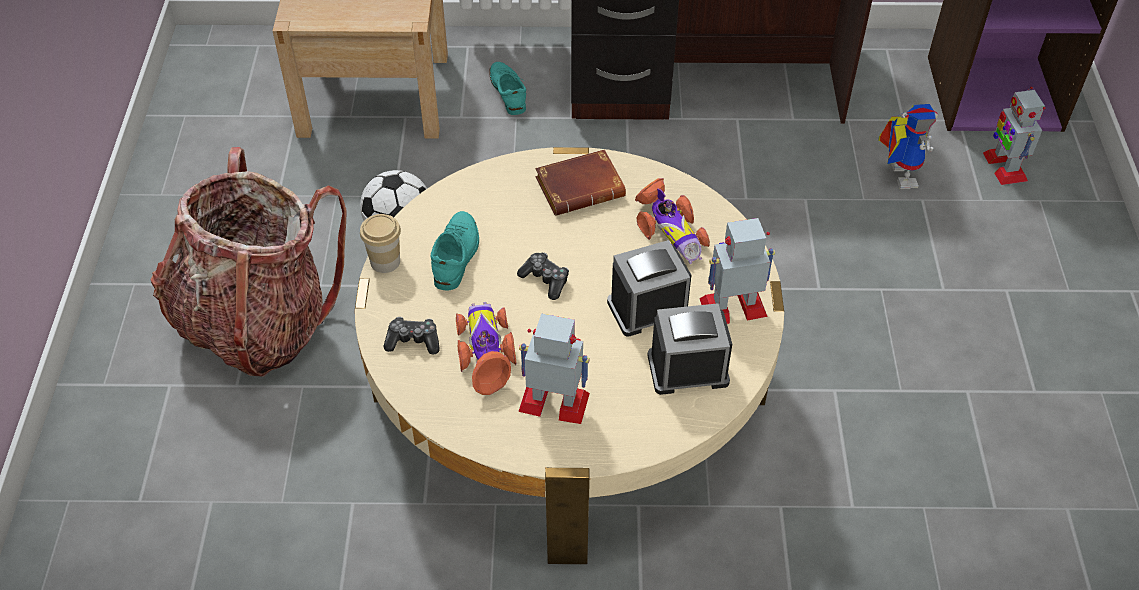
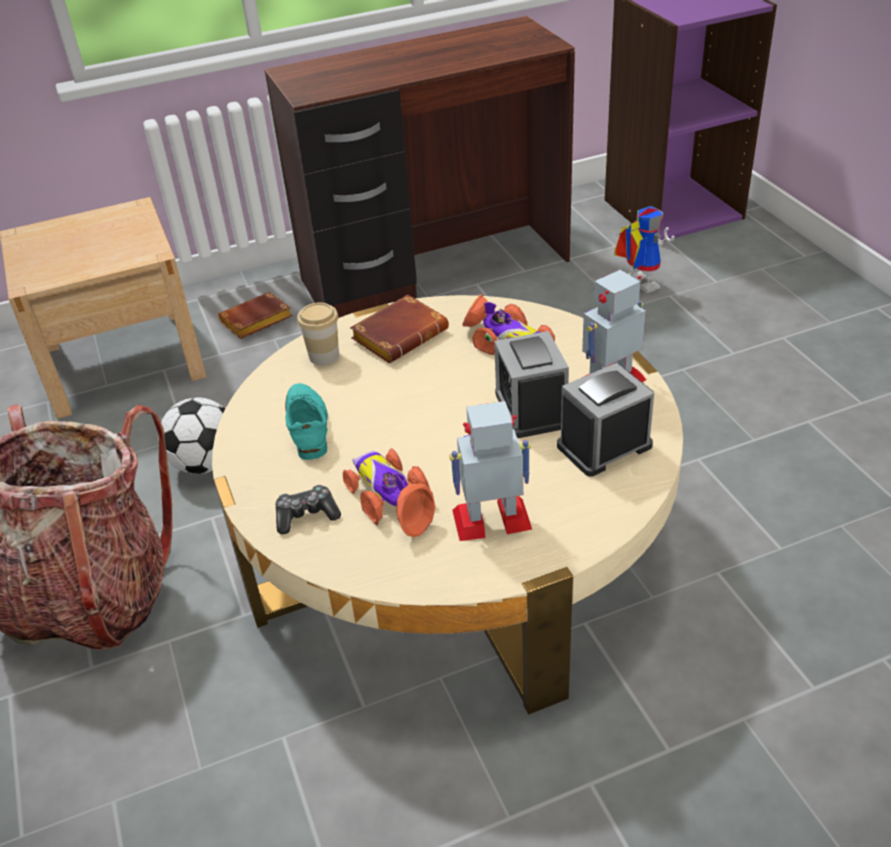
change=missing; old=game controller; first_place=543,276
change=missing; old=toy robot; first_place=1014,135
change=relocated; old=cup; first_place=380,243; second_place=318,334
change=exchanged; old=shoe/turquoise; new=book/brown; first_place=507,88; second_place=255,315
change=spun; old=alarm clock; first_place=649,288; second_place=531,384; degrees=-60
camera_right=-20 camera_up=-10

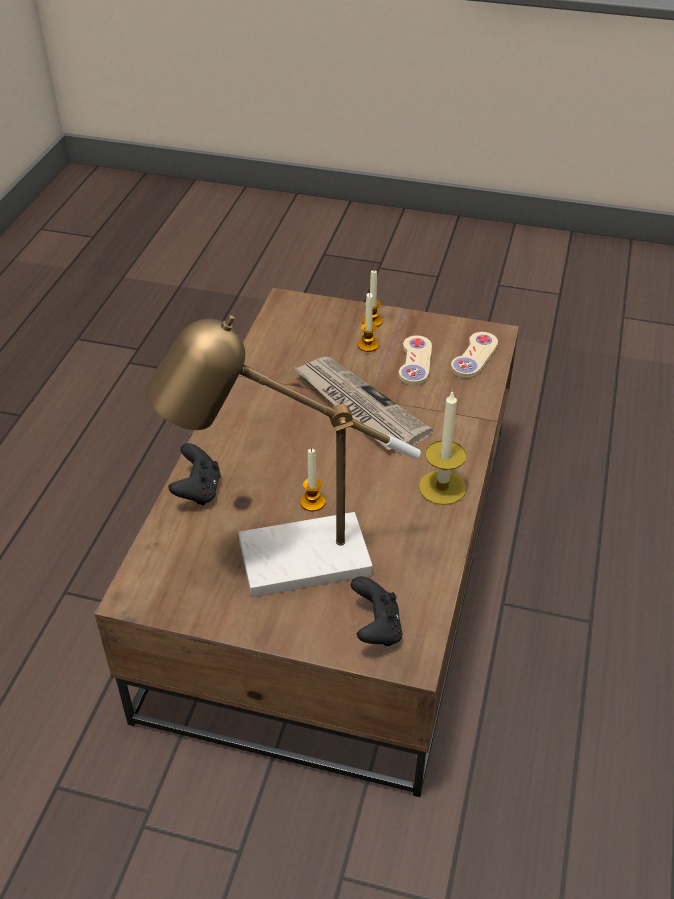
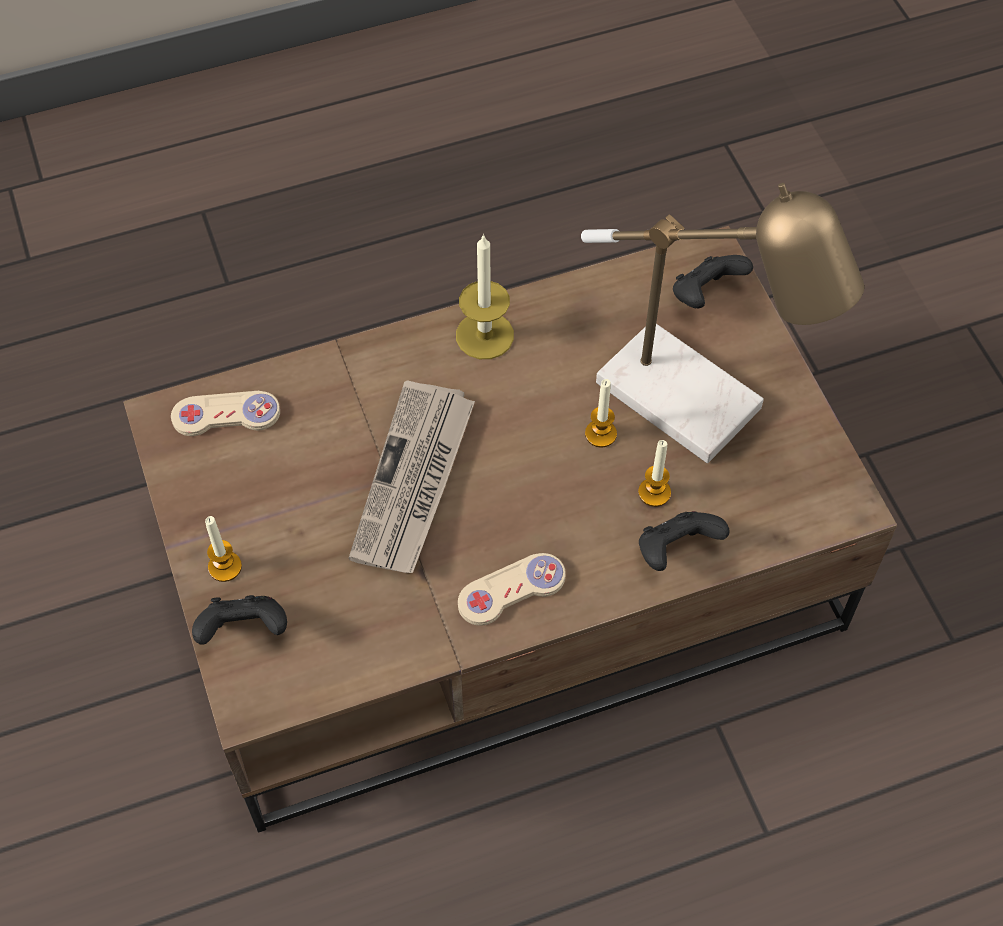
change=appeared; new=game controller/black; second_place=239,620
change=relocated; old=candle; first_place=368,322; second_place=654,473
change=relocated; old=game controller/beige; first_place=415,360; second_place=512,589
camera_right=-125 camera_up=15

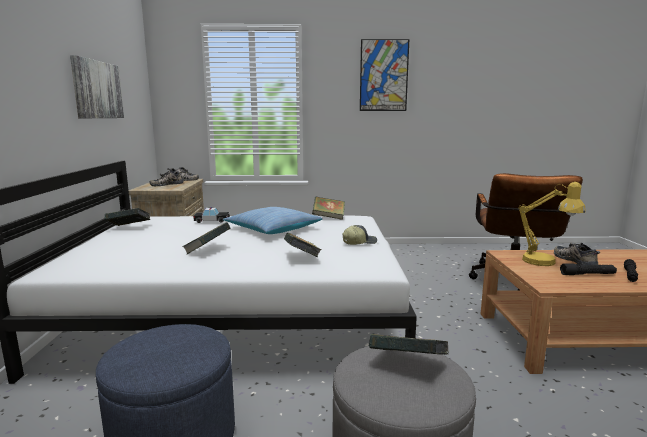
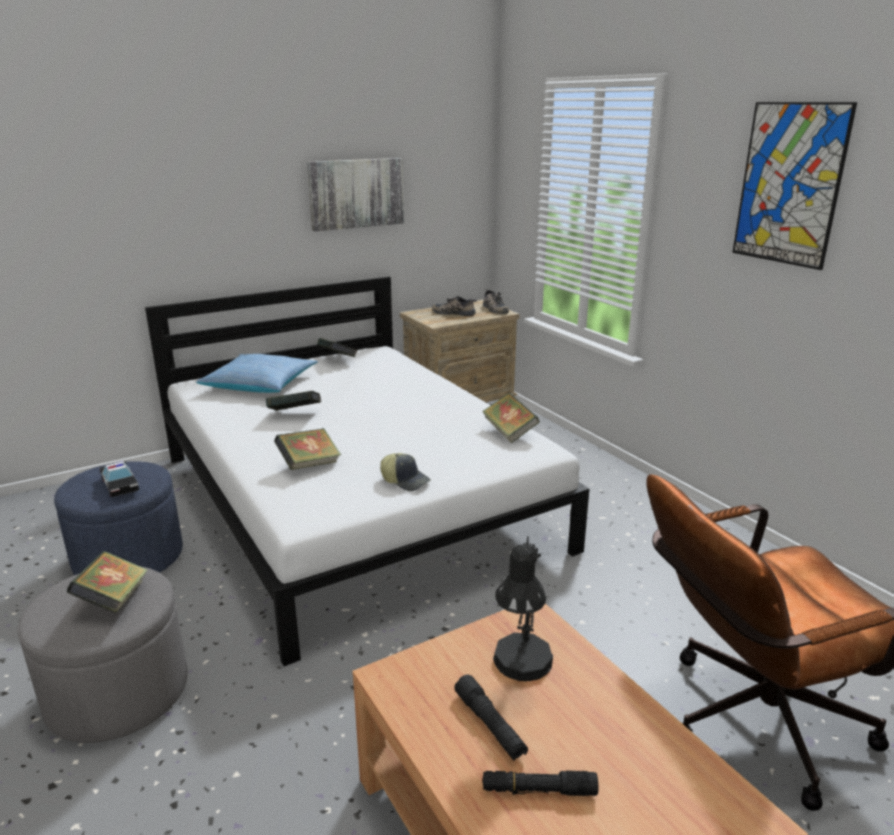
change=missing; old=shoe; first_place=577,254
change=relocated; old=toy car; first_place=211,215; second_place=119,479
change=relocated; old=pillow; first_place=273,220; second_place=257,373
change=colour; old=table lamp/yellow; new=table lamp/black; first_place=552,224; second_place=523,608
camera_right=60 camera_up=10

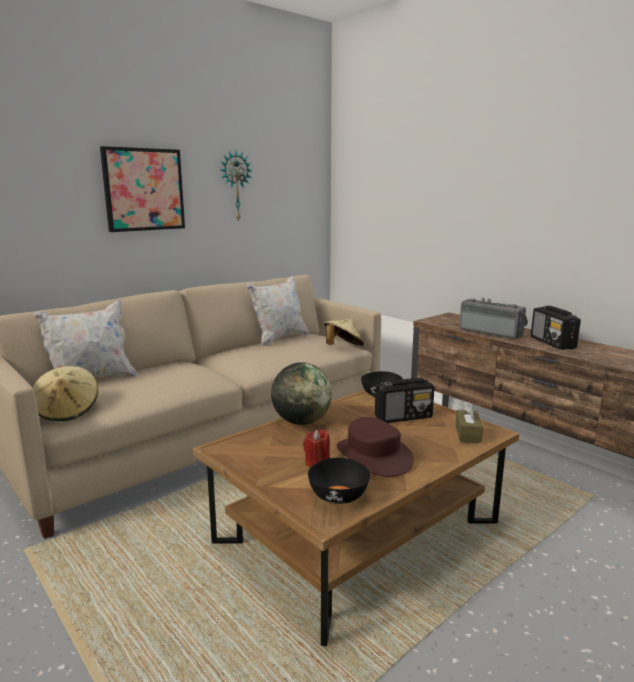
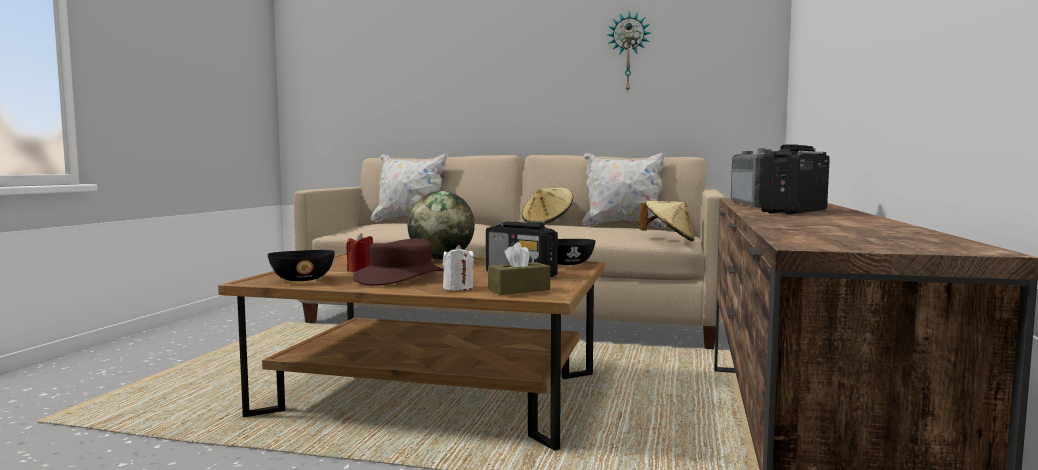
change=missing; old=picture; first_place=142,189
change=appeared; new=candle/white; second_place=458,268
change=relocated; old=hat/beige; first_place=65,393; second_place=547,206
camera_right=55 camera_up=-10

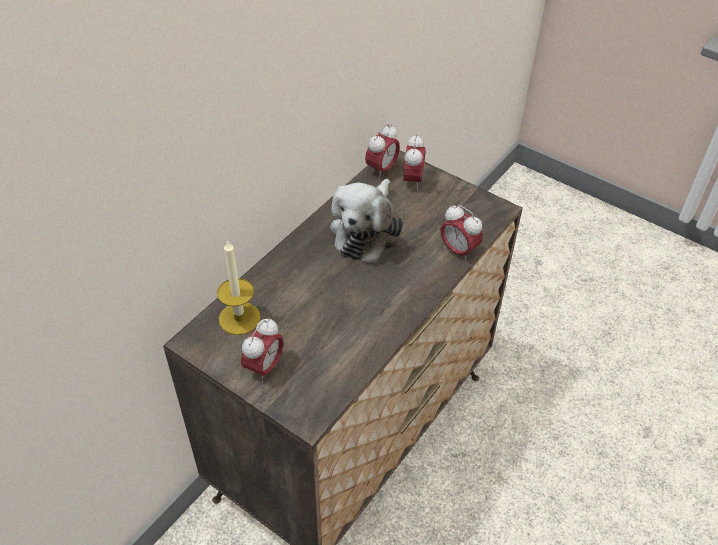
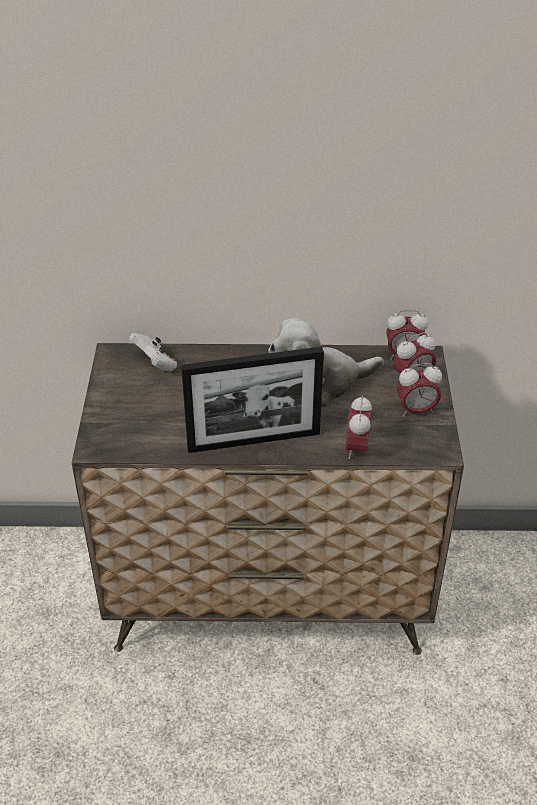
change=appeared; new=picture frame; second_place=252,400
change=relocated; old=alarm clock; first_place=262,350; second_place=419,389
change=exchanged; old=candle; new=game controller/white; first_place=239,287; second_place=153,352
camera_right=55 camera_up=-5

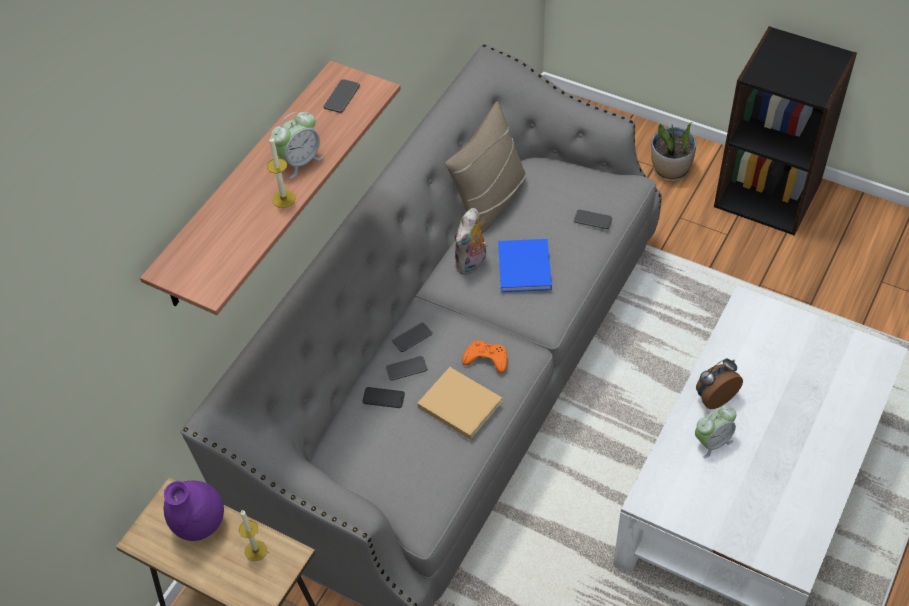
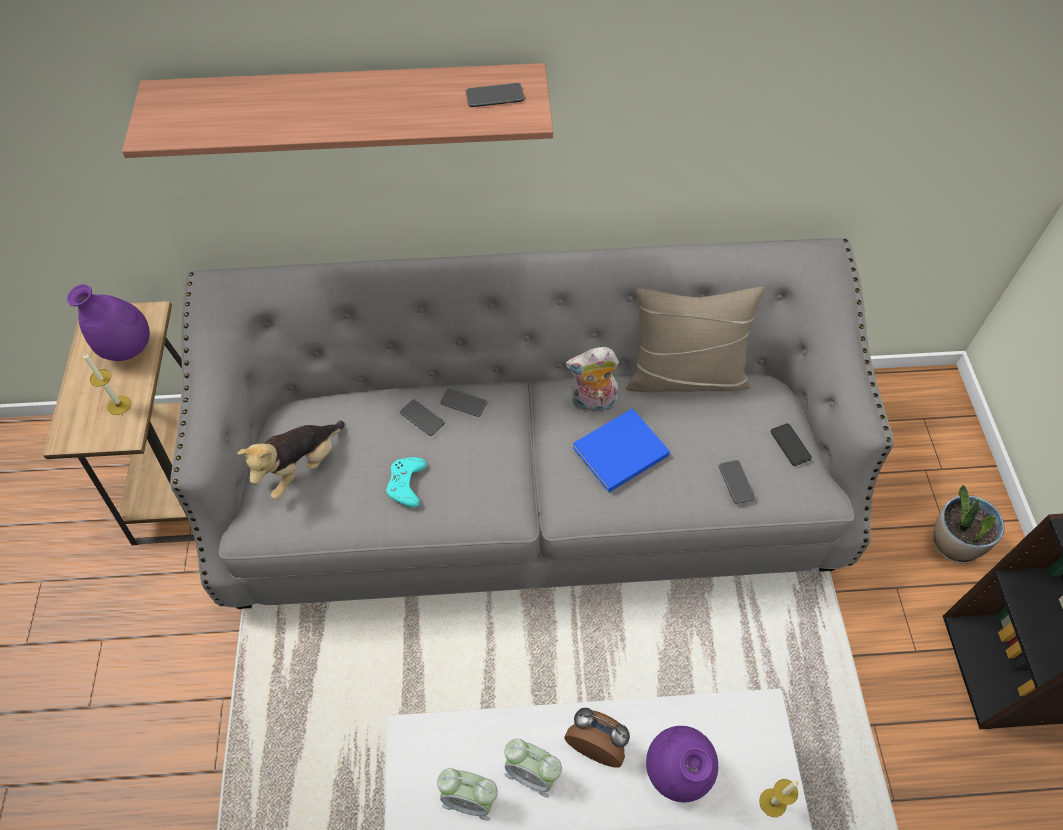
change=missing; old=game controller/orange; first_place=484,357
change=appeared; new=plush toy; second_place=291,460
change=appeared; new=vase/purple; second_place=682,764
change=relocated; old=candle; first_place=281,172; second_place=779,798
change=relocated; old=alarm clock; first_place=297,145; second_place=467,794
change=relocated; old=phone; first_place=383,397; second_place=791,445
change=exchanged; old=book/beige; new=game controller/turquoise; first_place=459,403; second_place=406,482
camera_right=55 camera_up=5

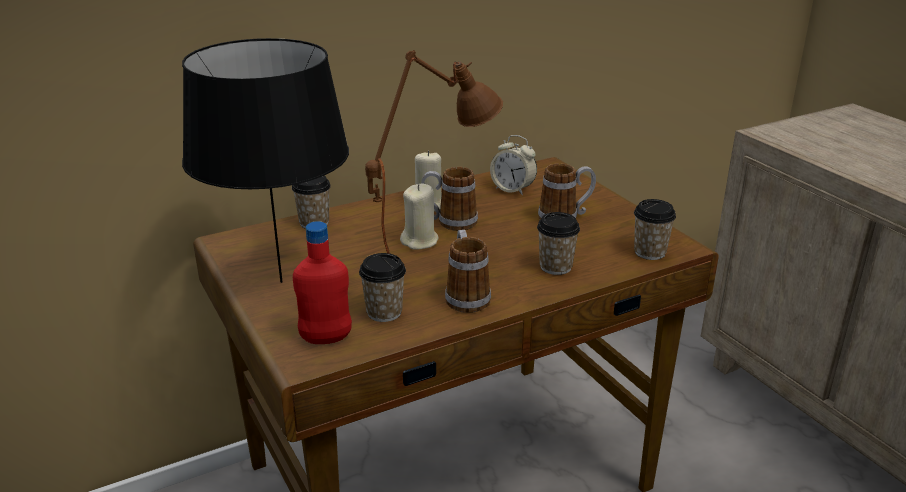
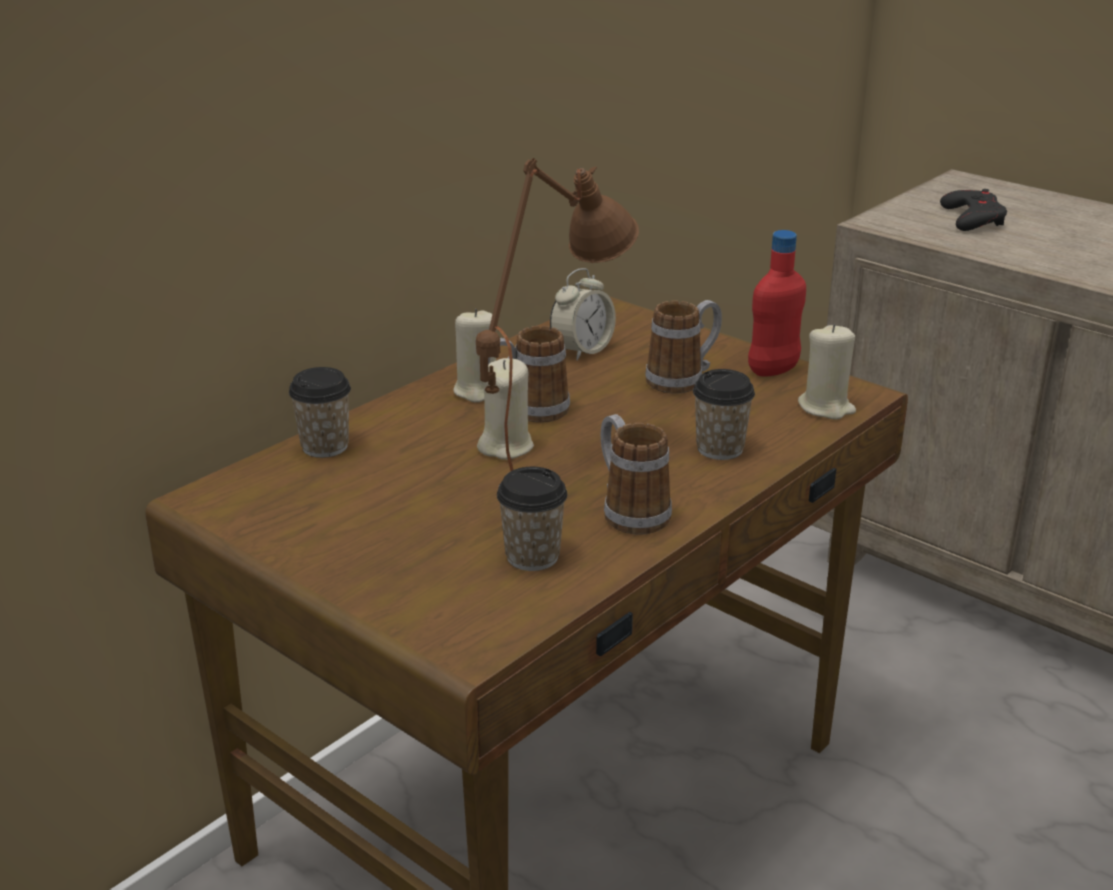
change=missing; old=table lamp/black; first_place=265,160
change=appeared; new=game controller/black; second_place=973,210
change=relocated; old=bottle/red; first_place=322,282; second_place=777,303
change=exchanged; old=cup; new=candle/beige; first_place=655,229; second_place=827,372
change=spun; old=alarm clock; first_place=513,165; second_place=583,314; degrees=-60
camera_right=-20 camera_up=0

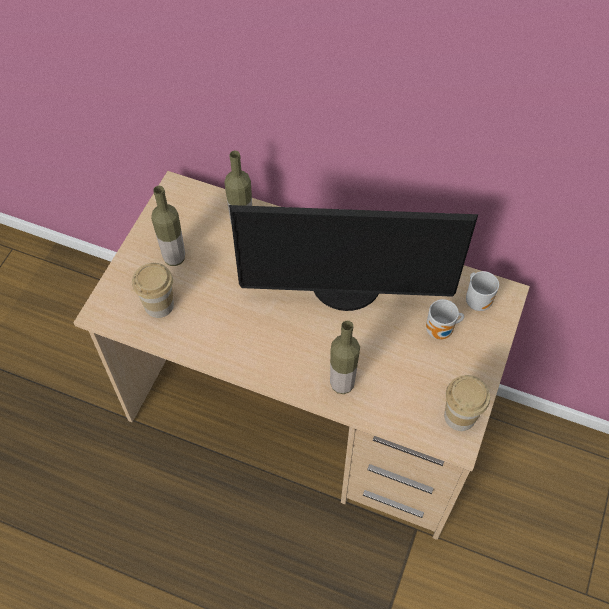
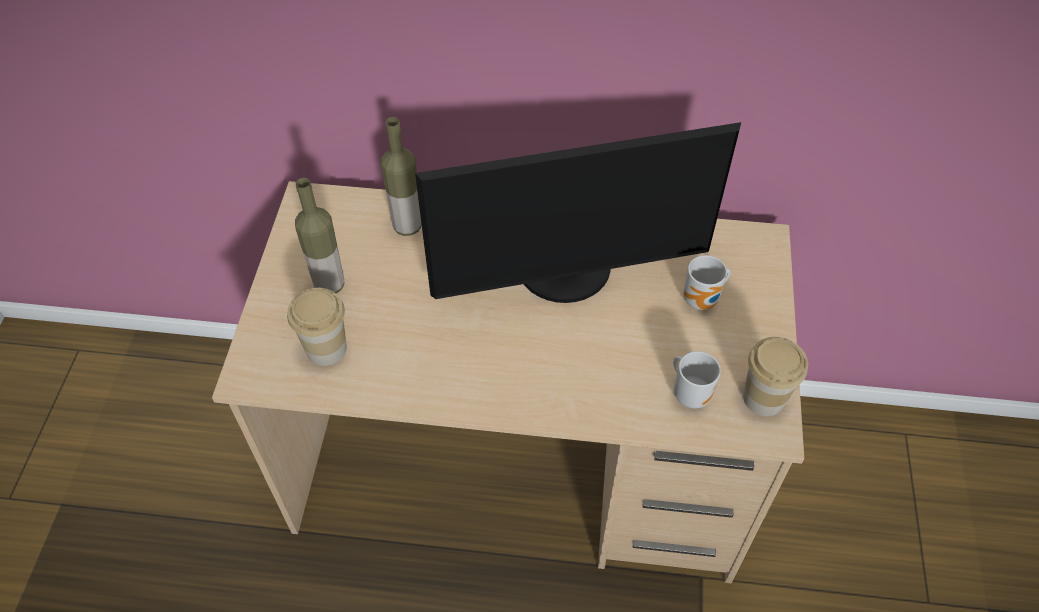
change=missing; old=bottle; first_place=345,357
change=relocated; old=mug; first_place=482,291; second_place=697,380
camera_right=-15 camera_up=-5

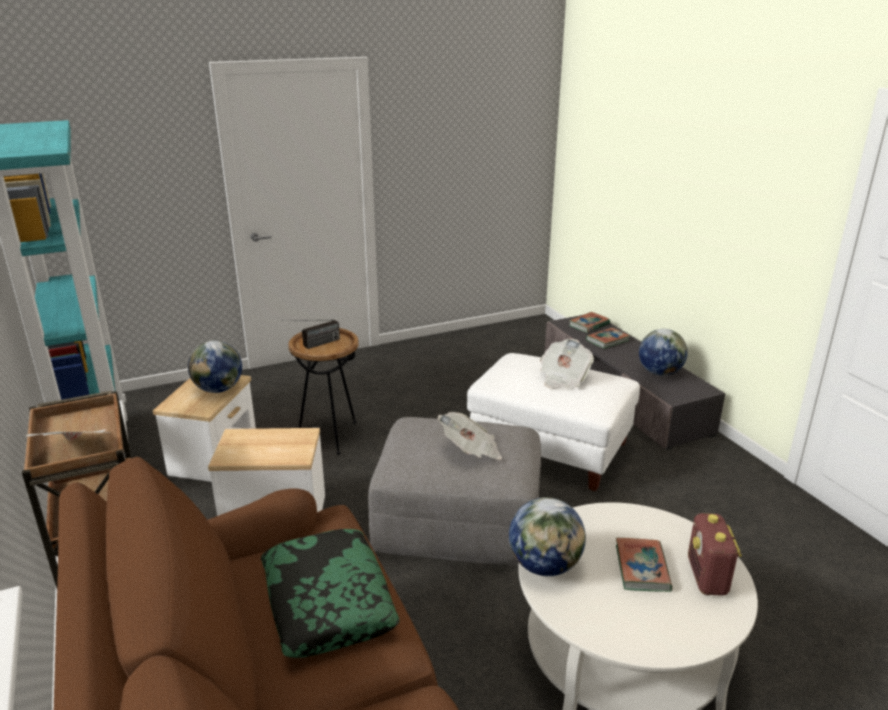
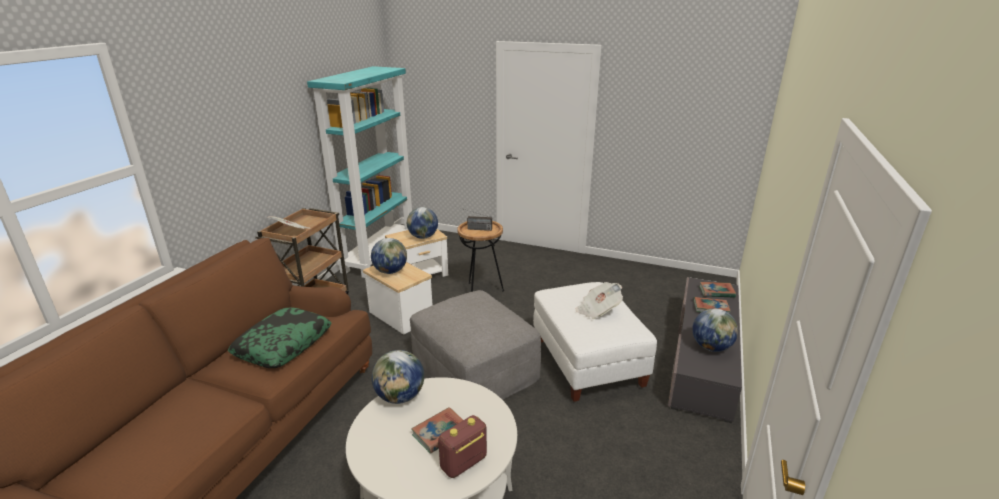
change=missing; old=newspaper; first_place=470,436
change=appeared; new=globe; second_place=389,256
camera_right=45 camera_up=0

